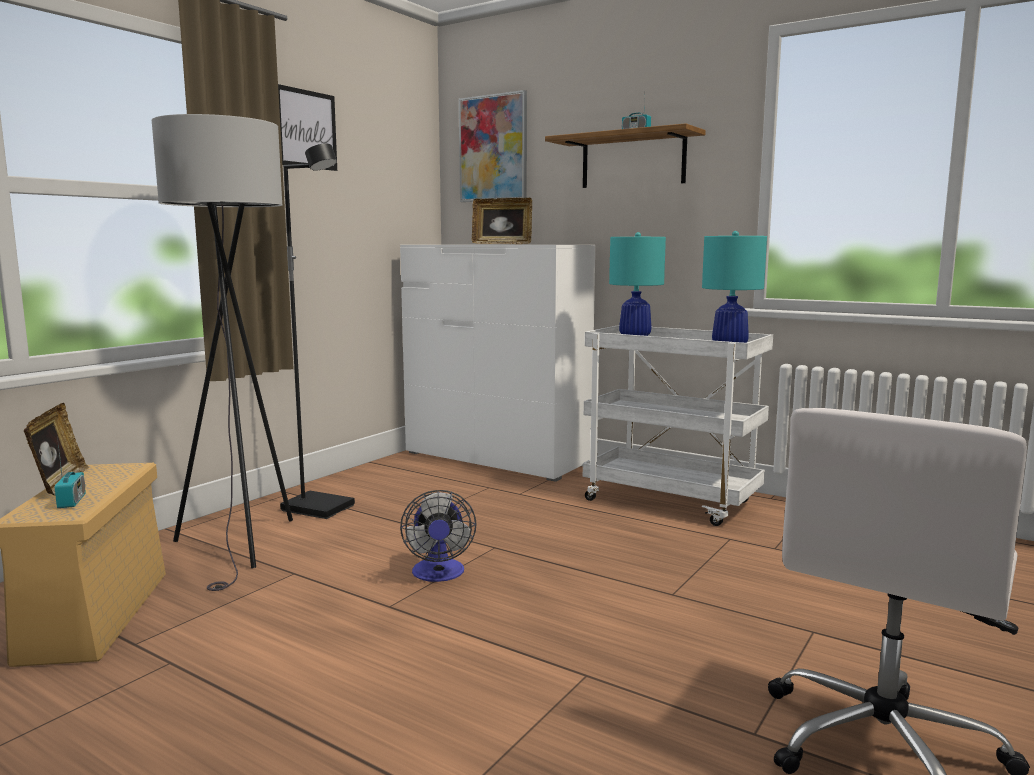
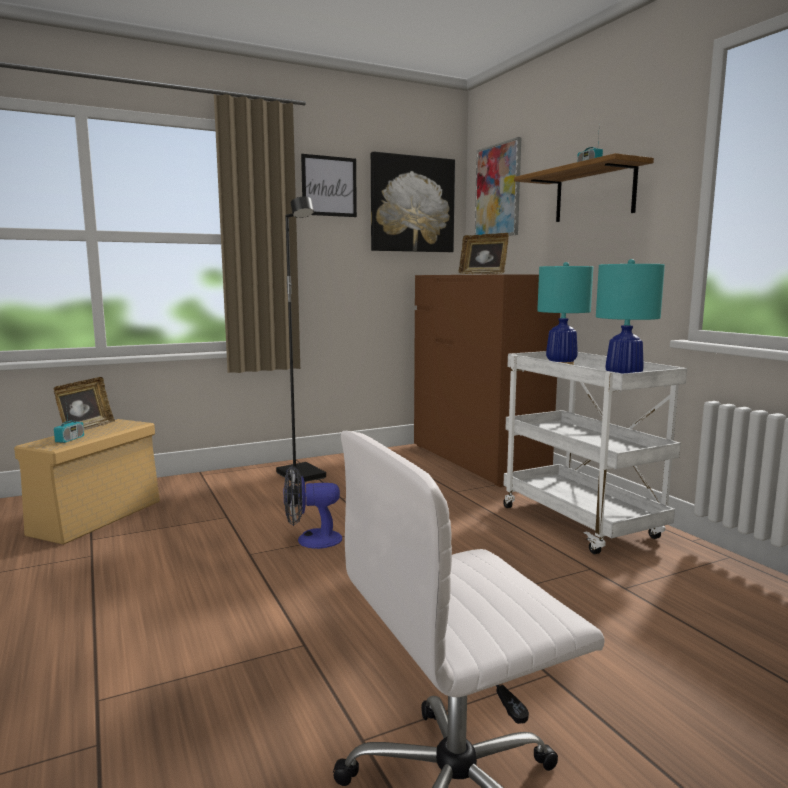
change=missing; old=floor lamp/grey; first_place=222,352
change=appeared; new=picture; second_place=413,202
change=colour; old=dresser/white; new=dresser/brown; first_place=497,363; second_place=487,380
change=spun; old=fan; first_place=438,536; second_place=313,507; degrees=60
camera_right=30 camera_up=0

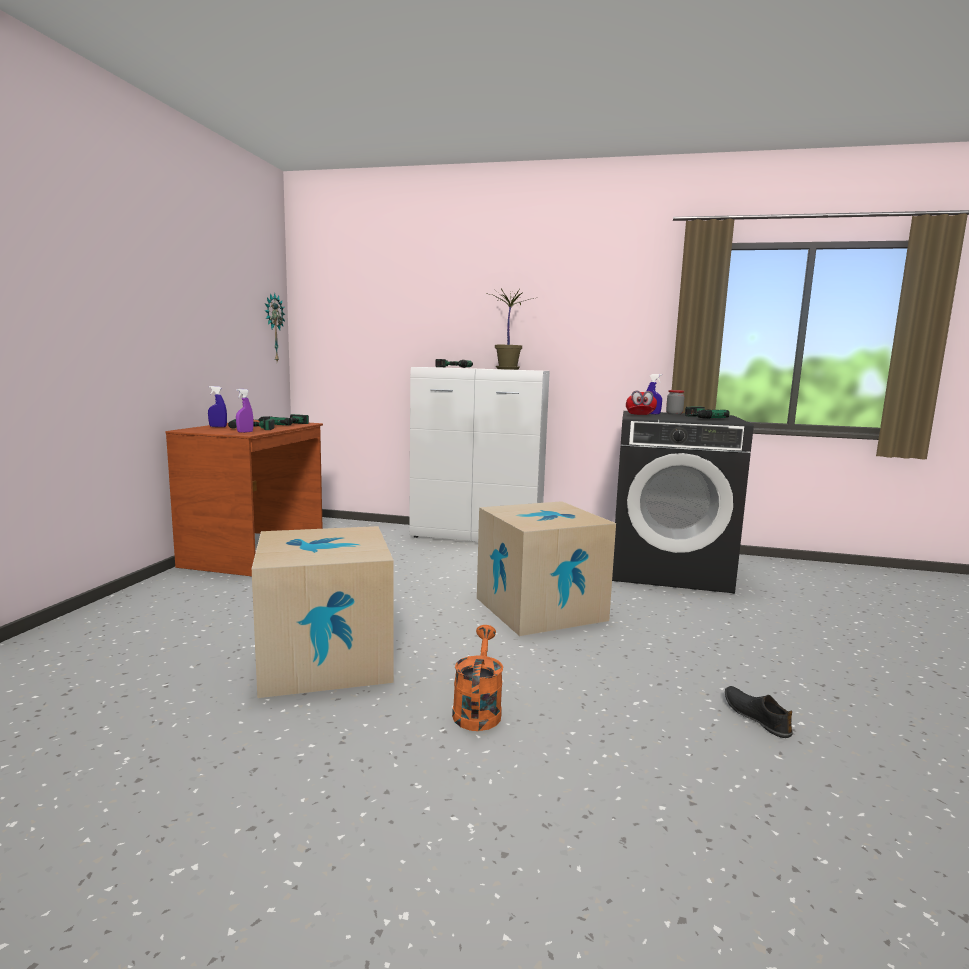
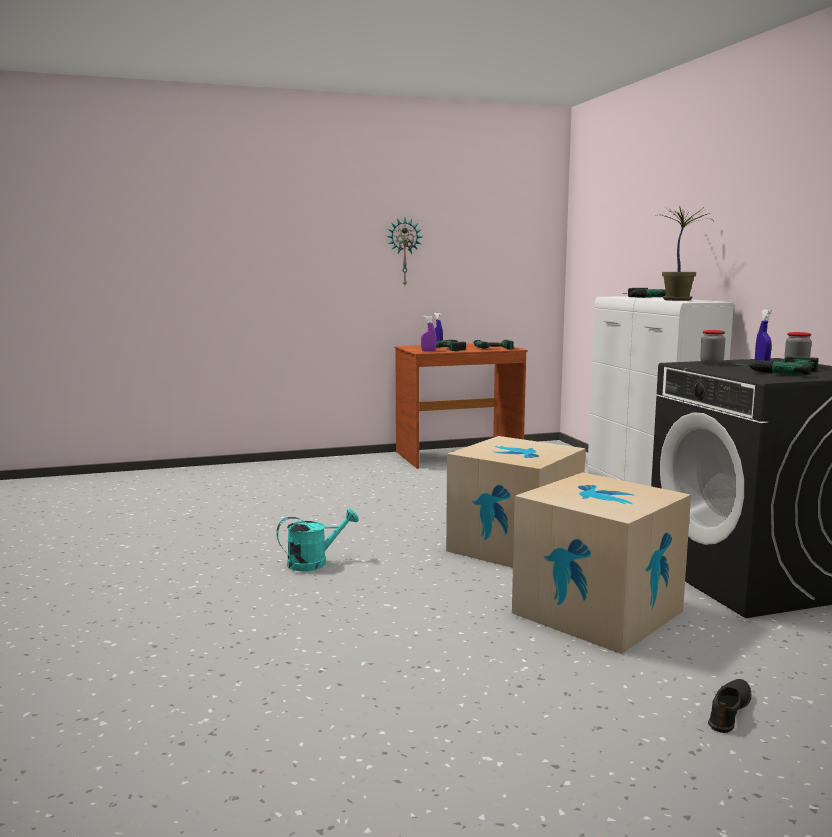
change=relocated; old=cardboard box; first_place=323,612; second_place=601,563
change=relocated; old=wall clock; first_place=275,327; second_place=404,251
change=relocated; old=shoe/black; first_place=759,712; second_place=729,706
change=exchanged; old=cap/red; new=jar; first_place=641,402; second_place=712,347
change=colour; old=watering can/orange; new=watering can/turquoise; first_place=477,678; second_place=317,539
camera_right=60 camera_up=0

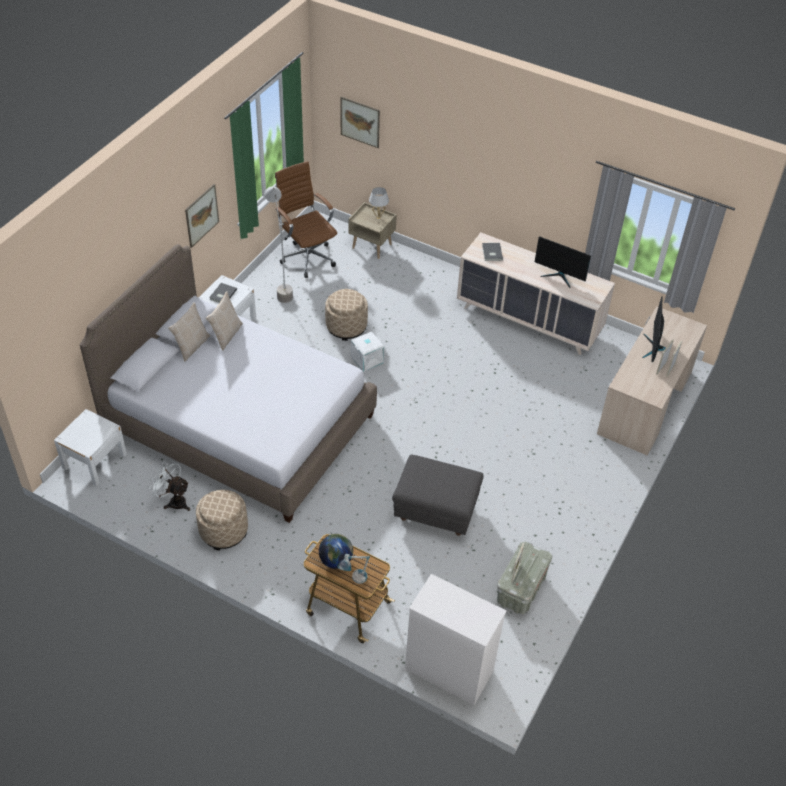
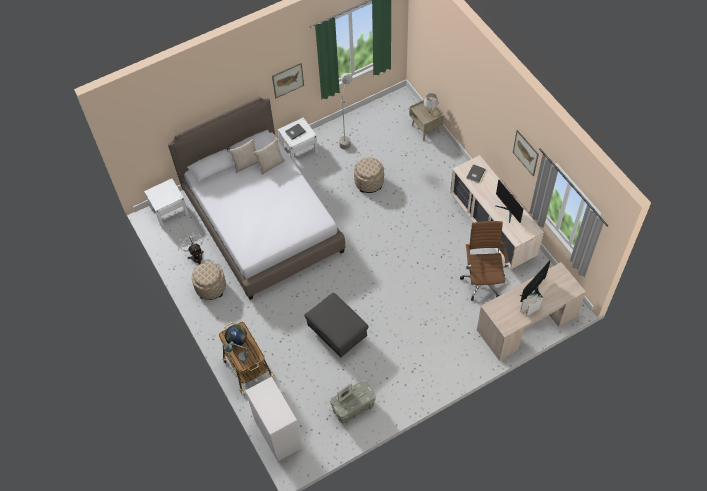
change=missing; old=storage box/white; first_place=367,352
change=relocated; old=office chair/brown; first_place=306,219; second_place=484,261
change=relocated; old=picture; first_place=360,122; second_place=526,153
camera_right=35 camera_up=10

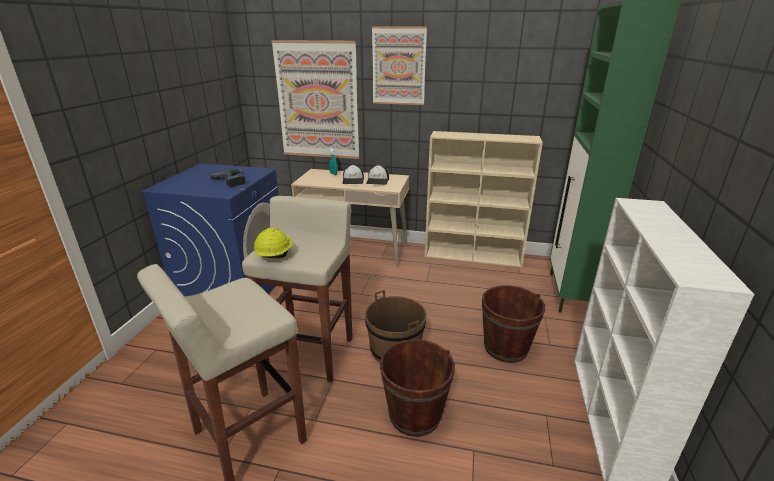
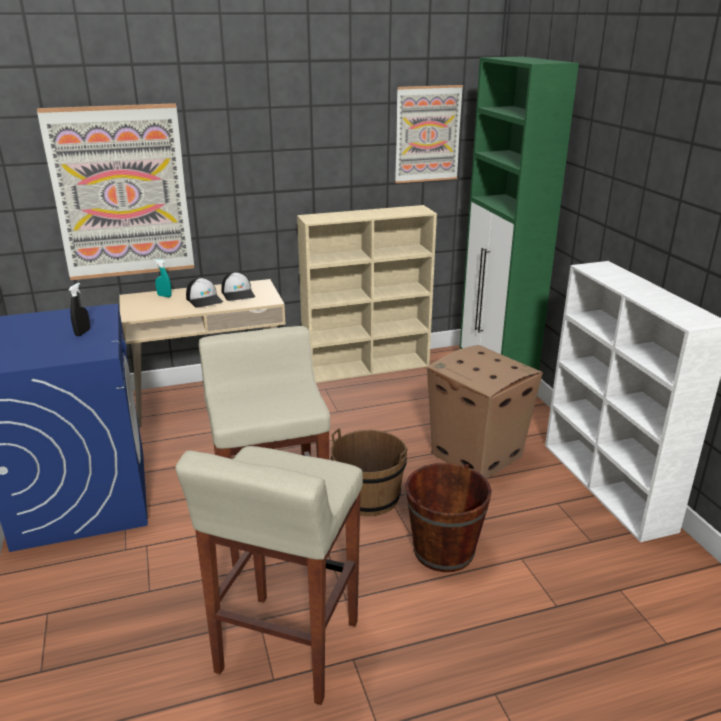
change=missing; old=hard hat/yellow; first_place=273,243
change=relocated; old=picture; first_place=399,66; second_place=429,134
change=exchanged; old=power drill; new=spray bottle/black; first_place=228,178; second_place=79,309
change=exchanged; old=bucket/brown; new=cardboard box; first_place=513,324; second_place=485,412
camera_right=-30 camera_up=0

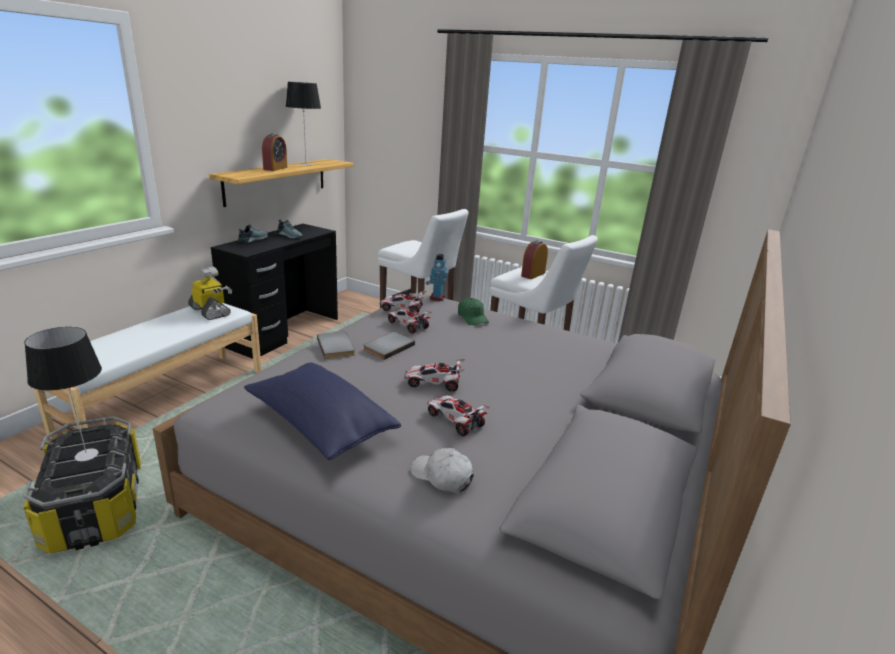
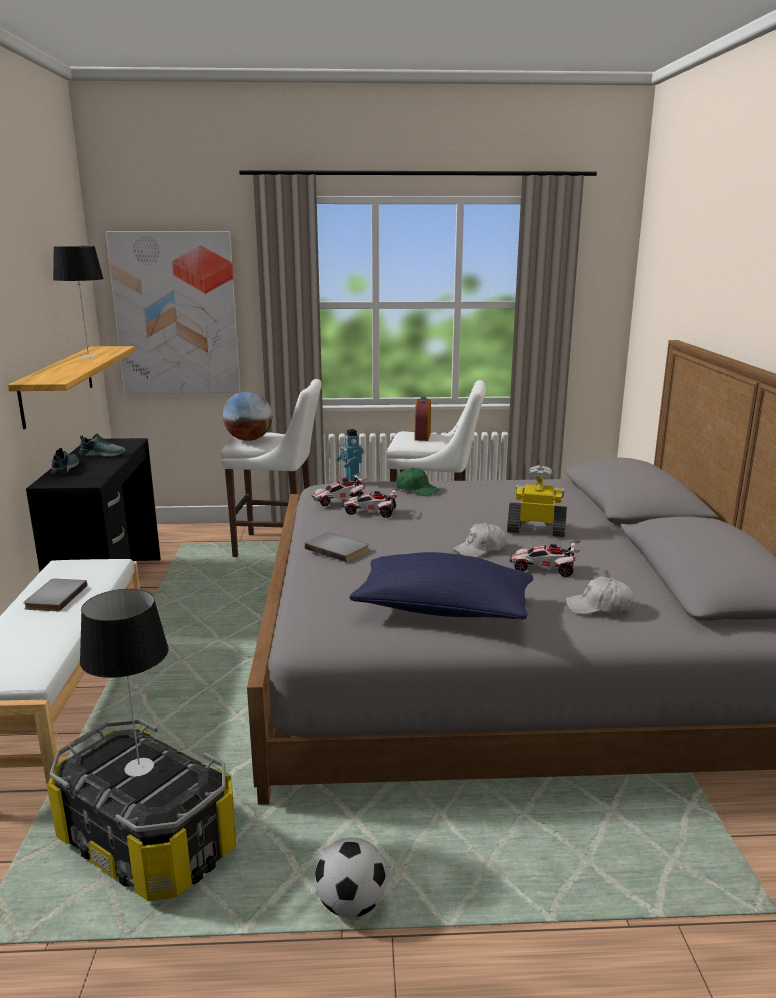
change=missing; old=alarm clock; first_place=274,152
change=appeared; new=picture; second_place=173,312
change=appeared; new=globe; second_place=247,416
change=appeared; new=football; second_place=351,877
change=relocated; old=toy robot; first_place=210,293; second_place=537,501
change=relocated; old=book/grey; first_place=389,346; second_place=55,595
change=exchanged; old=toy car; new=cap/white; first_place=434,375; second_place=479,540
camera_right=-30 camera_up=-5

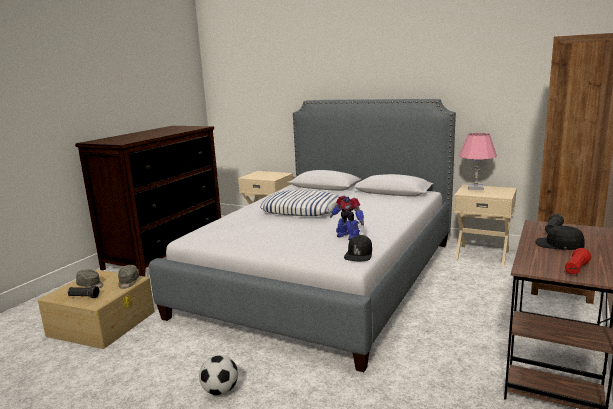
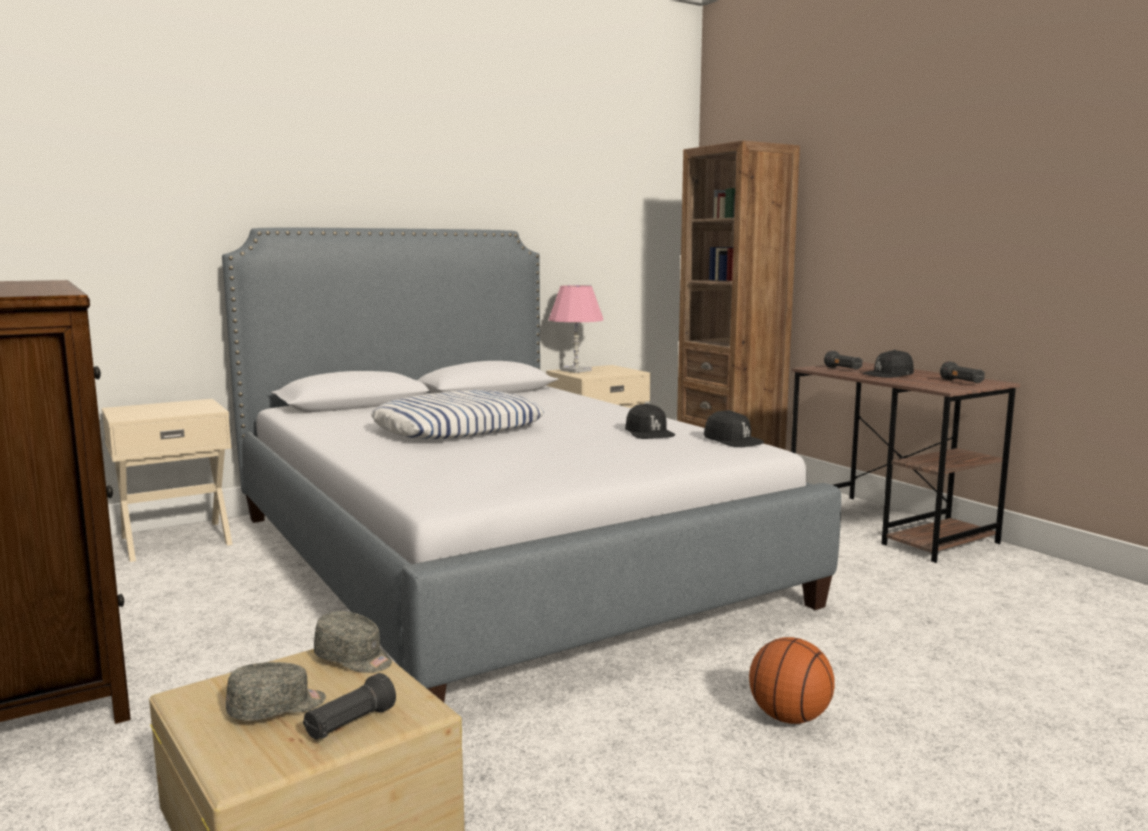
change=exchanged; old=football; new=basketball; first_place=218,375; second_place=792,680
change=exchanged; old=toy robot; new=cap/black; first_place=347,218; second_place=650,421
change=colour; old=flashlight/red; new=flashlight/black; first_place=578,261; second_place=962,372
camera_right=-60 camera_up=-5

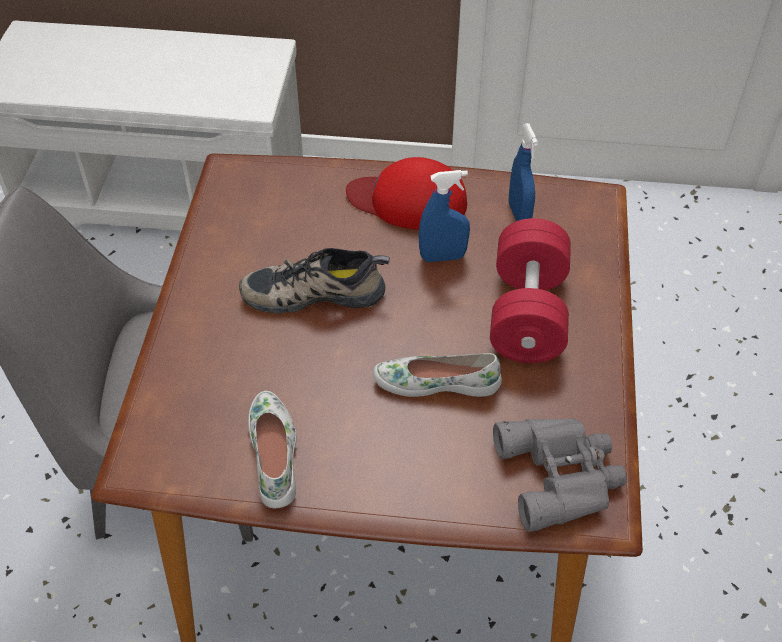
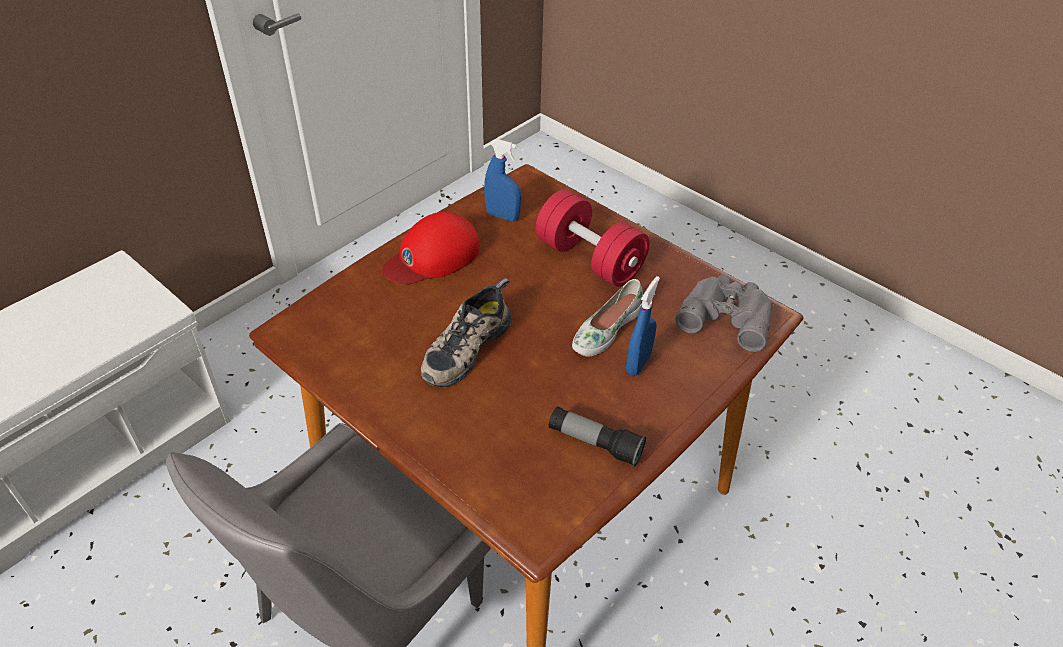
change=relocated; old=spray bottle/blue; first_place=444,216; second_place=643,326
change=exchanged; old=shoe/white; new=flashlight; first_place=272,449; second_place=597,436
camera_right=-55 camera_up=-5

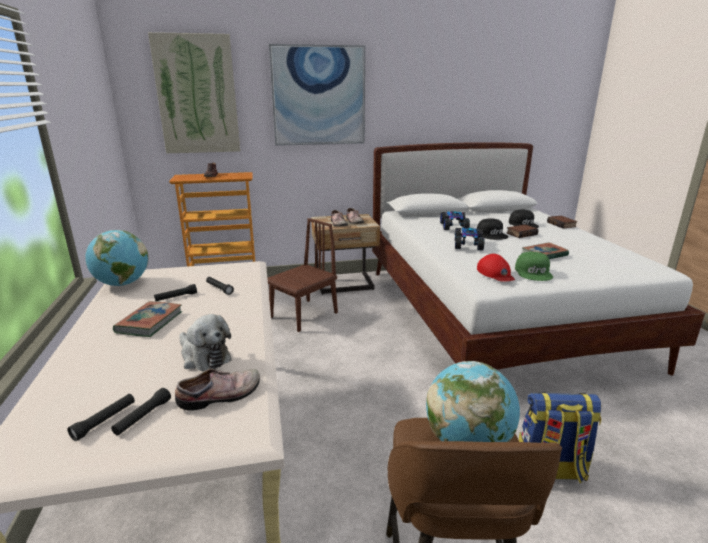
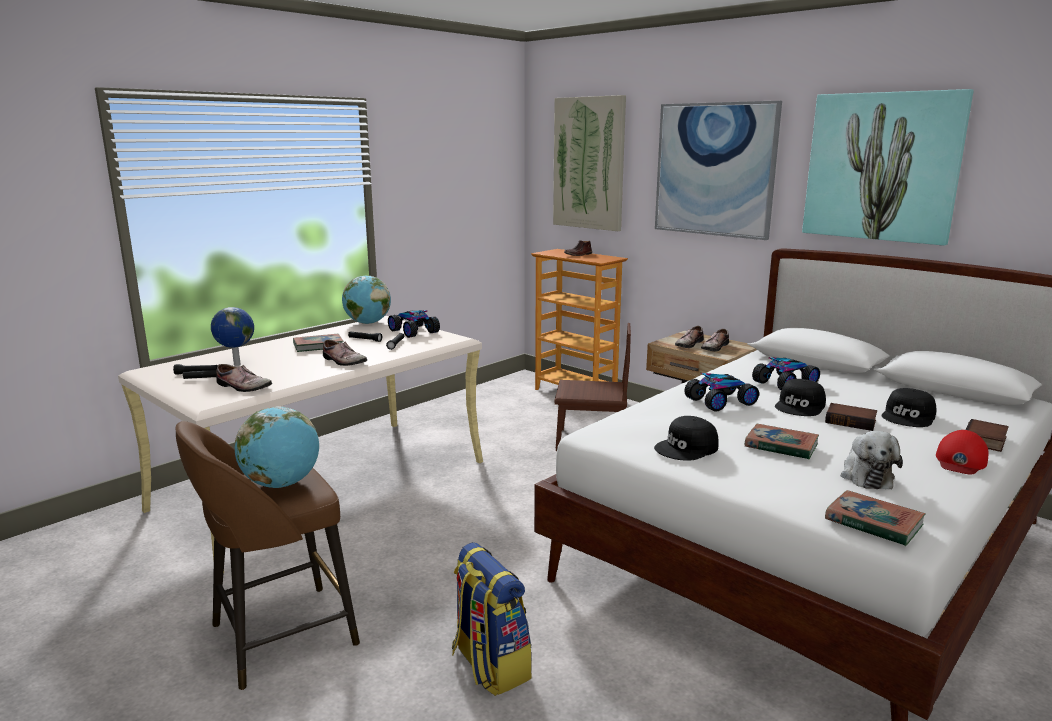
change=appeared; new=globe; second_place=232,336
change=appeared; new=shoe; second_place=345,353
change=appeared; new=toy car; second_place=414,324
change=appeared; new=picture; second_place=888,167
change=appeared; new=book; second_place=875,518
change=relocated; old=plush toy; first_place=205,342; second_place=872,460
change=relocated; old=cap/red; first_place=496,268; second_place=962,452
change=colour; old=cap/green; new=cap/black; first_place=534,266; second_place=686,438
camera_right=55 camera_up=-5

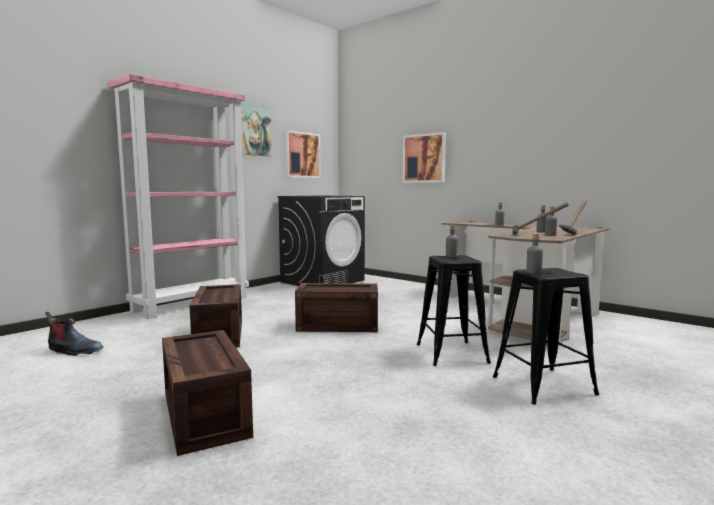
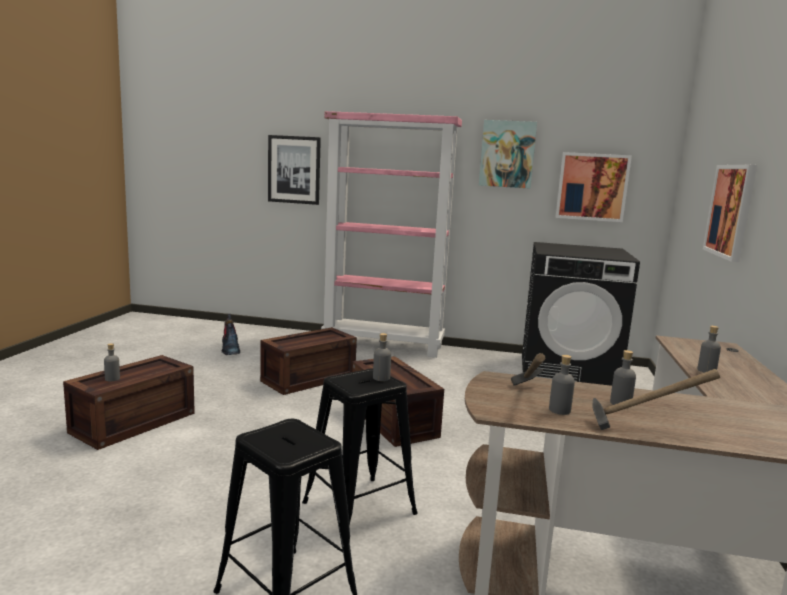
change=appeared; new=picture; second_place=294,170
change=relocated; old=bottle/grey; first_place=534,253; second_place=112,362
camera_right=60 camera_up=5

